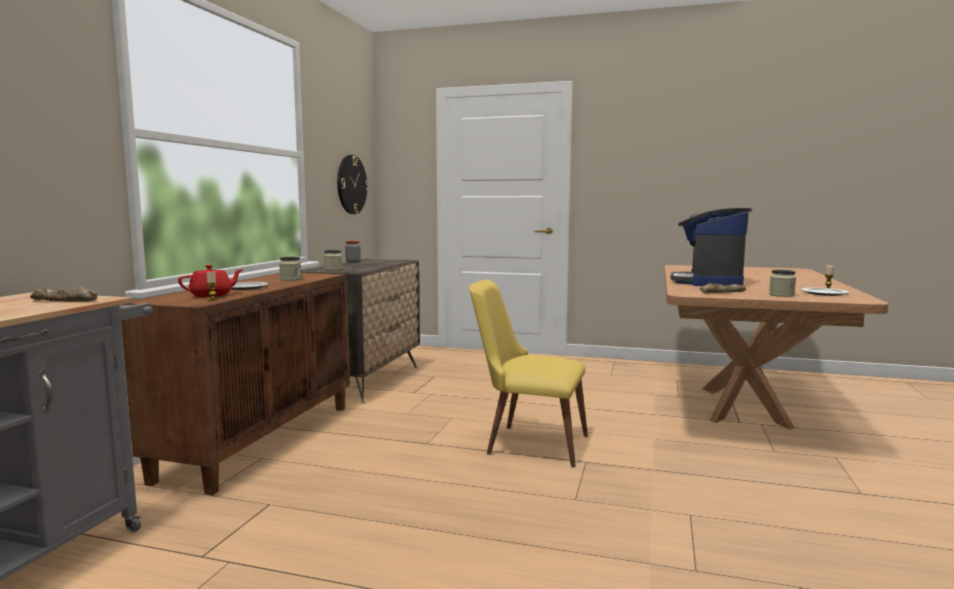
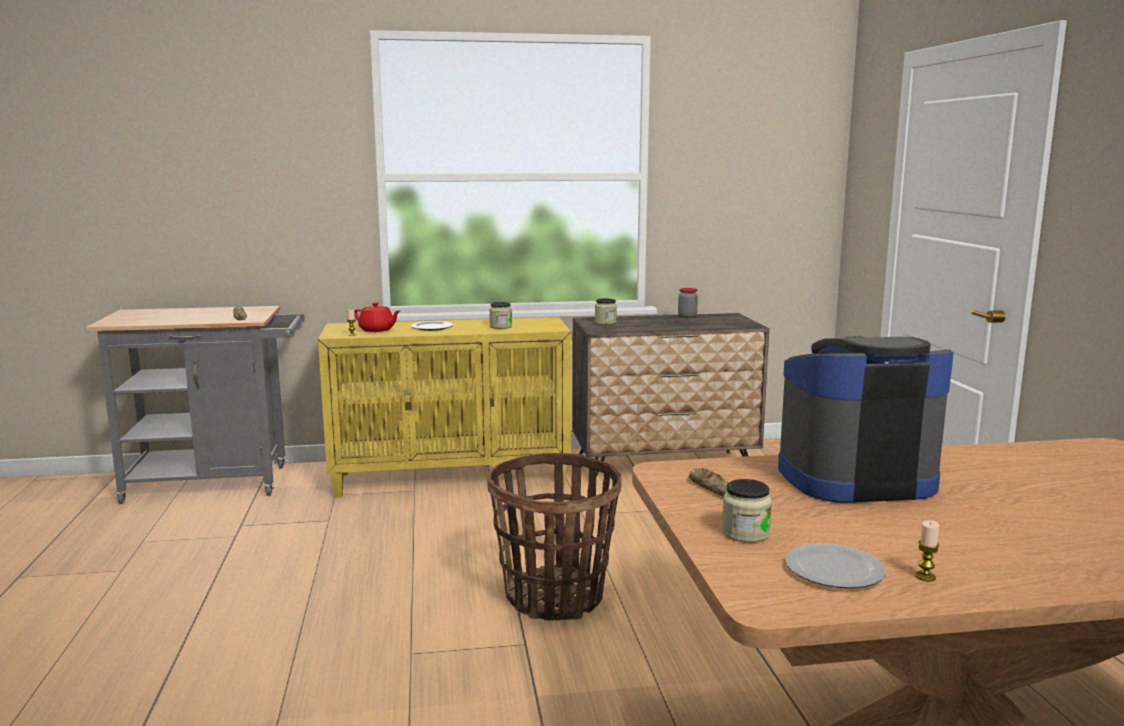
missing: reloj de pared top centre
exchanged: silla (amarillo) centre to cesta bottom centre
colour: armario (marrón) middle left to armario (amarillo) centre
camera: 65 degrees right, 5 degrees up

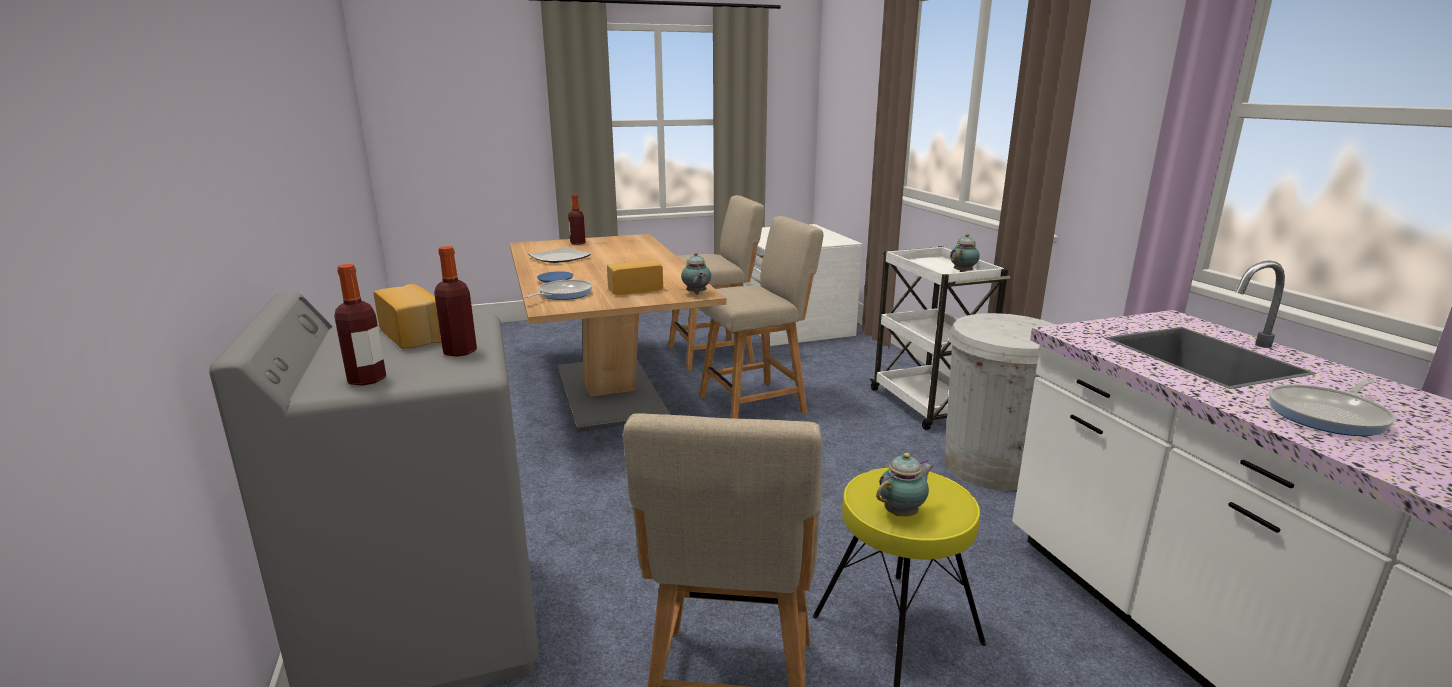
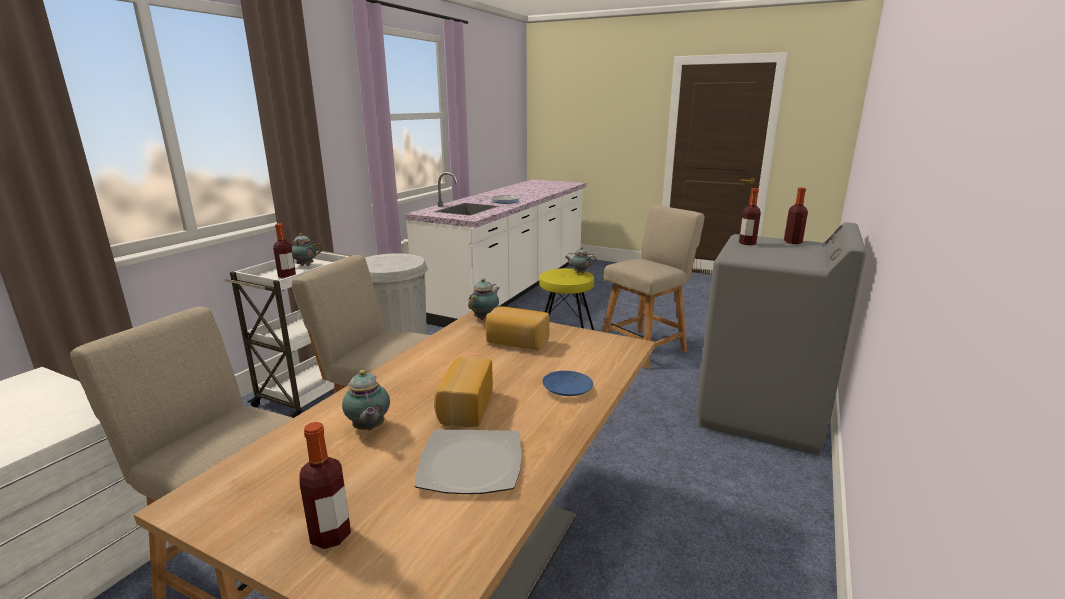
missing: sartén (no. 1 from left) centre
appeared: botella (no. 1 from left) middle left; tetera (no. 2 from left) bottom centre
relocated: pan (no. 1 from left) middle left to centre
camera: 135 degrees left, 0 degrees up

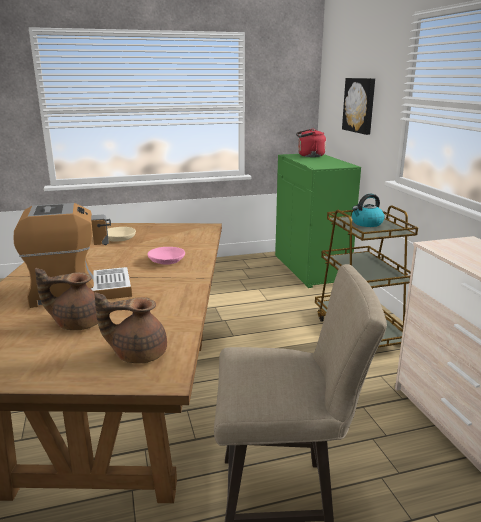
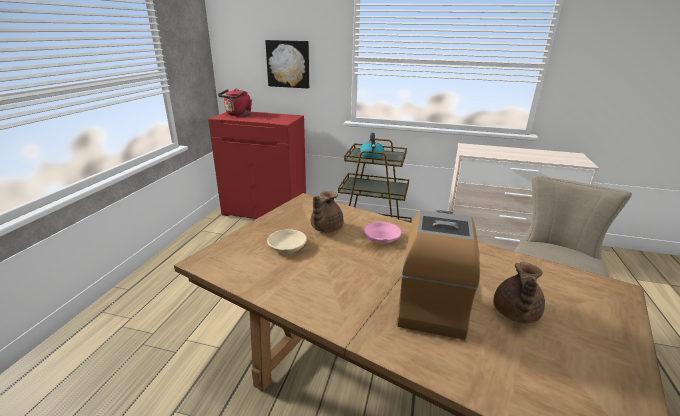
relocated: tetera (marrón) (no. 2 from left in the first image) middle left to tetera (marrón) (no. 1 from left) centre
colour: armario (verde) centre to armario (rojo) centre
camera: 60 degrees left, 5 degrees up

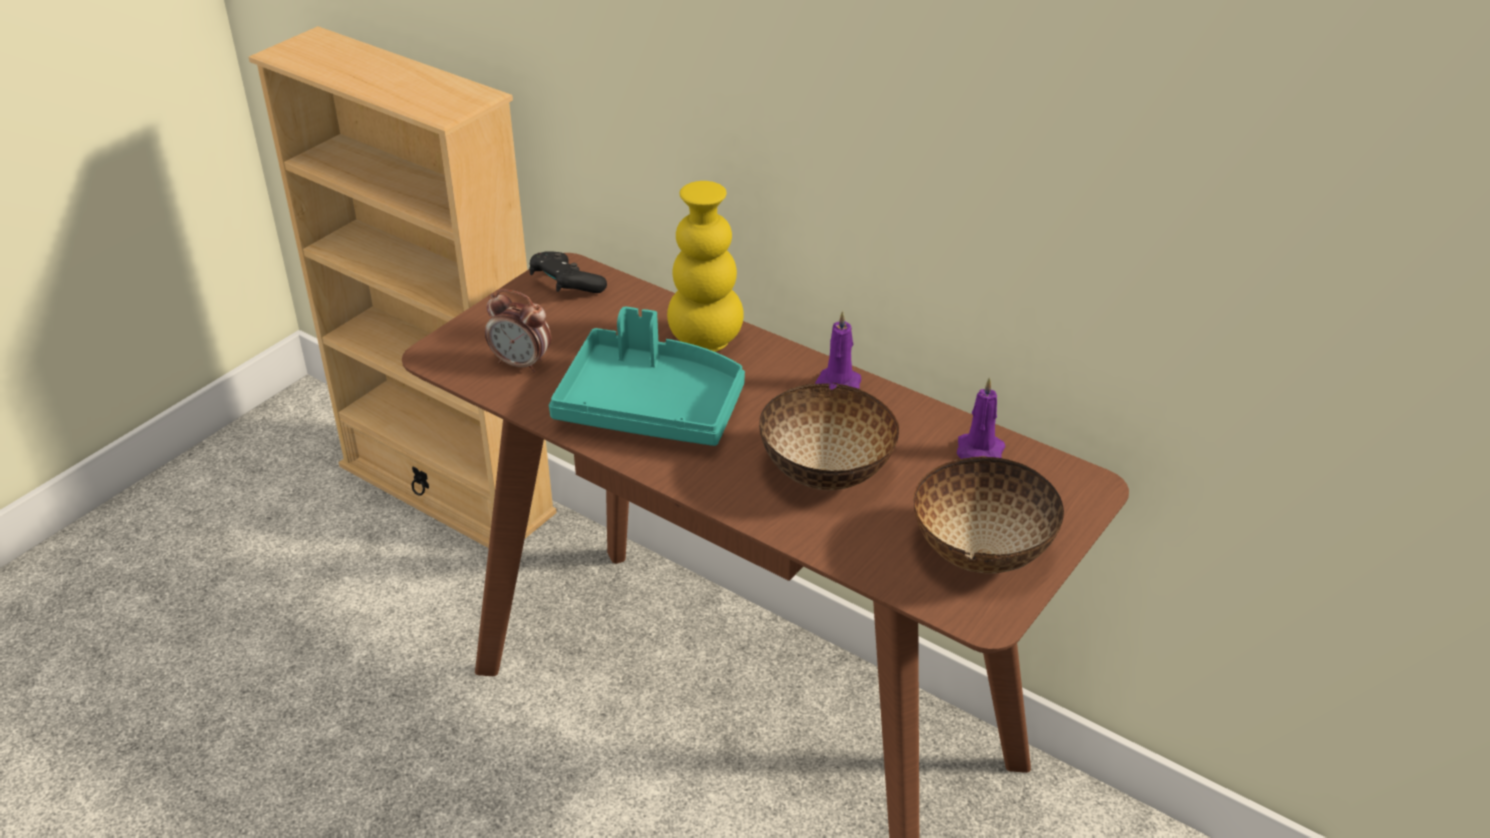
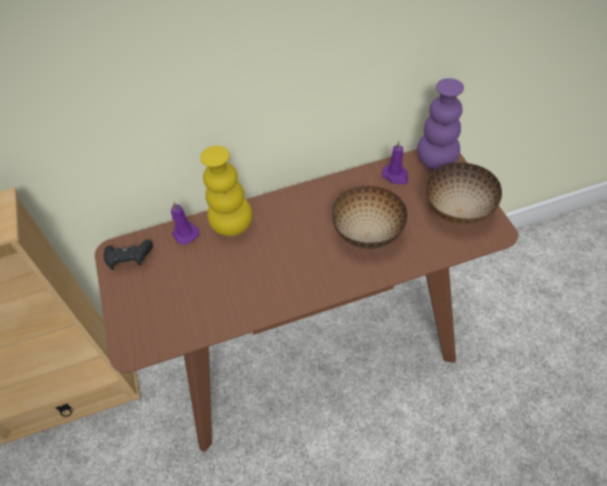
missing: despertador centre; bandeja (turquesa) centre
appeared: florero (morado) top right
relocated: vela (morado) (no. 1 from left) centre to middle left
camera: 50 degrees left, 15 degrees up

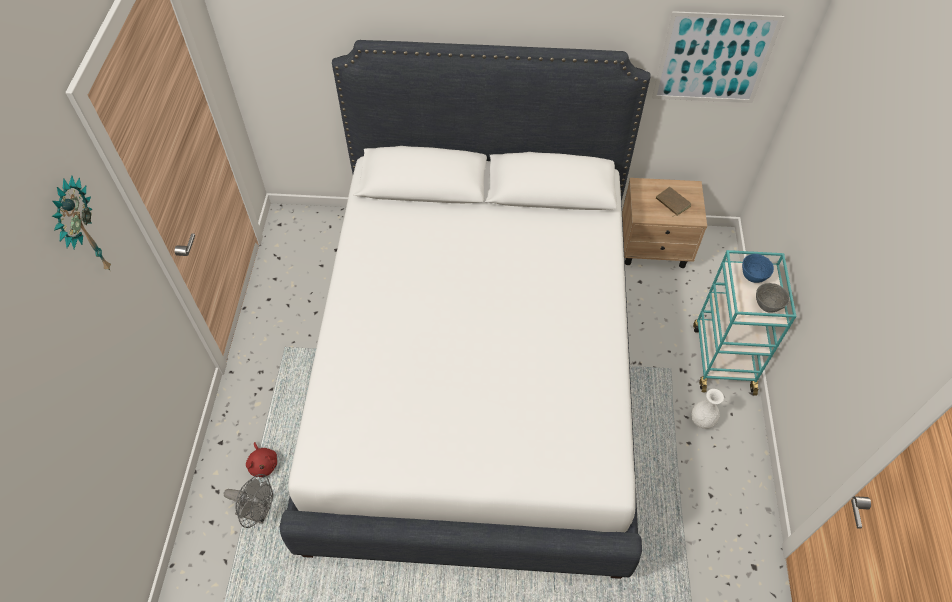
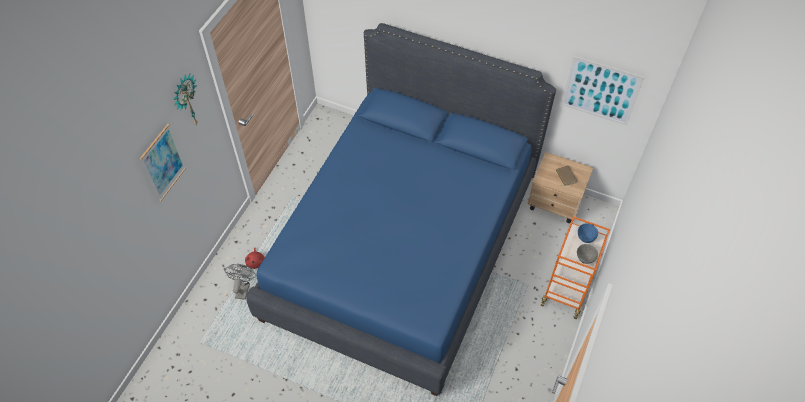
missing: florero (blanco) bottom right
appeared: cuadro (no. 1 from left) middle left
colour: cama (blanco) centre to cama (azul) centre; carrito (turquesa) middle right to carrito (naranja) middle right
spun: ventilador (gris) bottom left = bottom left 120 degrees counterclockwise
camera: 20 degrees right, 0 degrees up

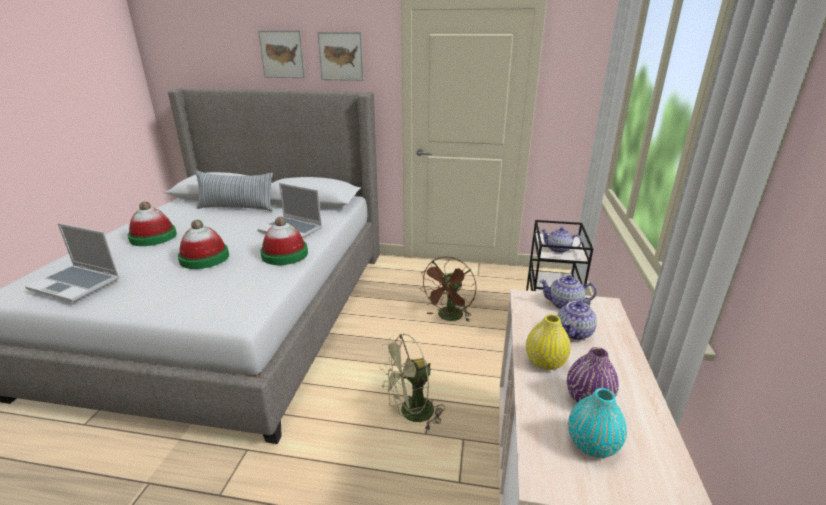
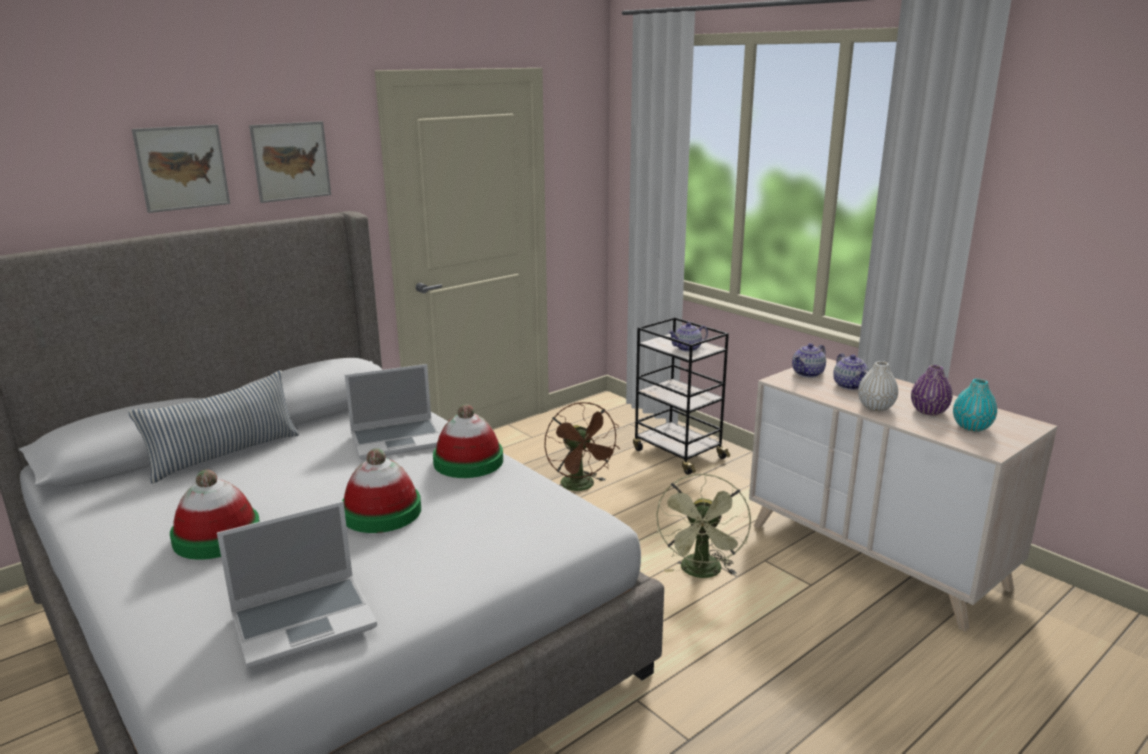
colour: florero (amarillo) bottom centre to florero (blanco) middle right
camera: 50 degrees left, 5 degrees down

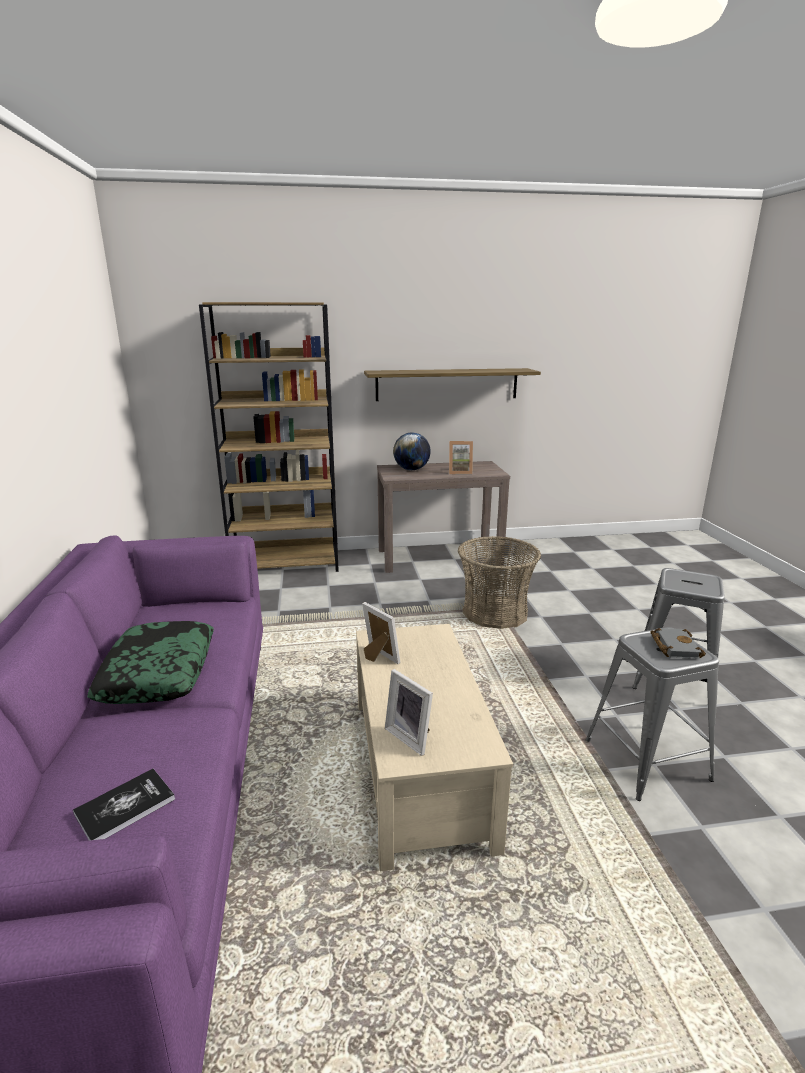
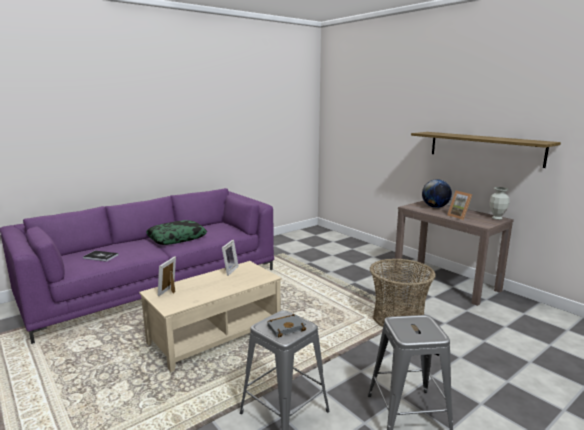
missing: estantería (marrón) centre
appeared: florero middle right
camera: 60 degrees right, 5 degrees down

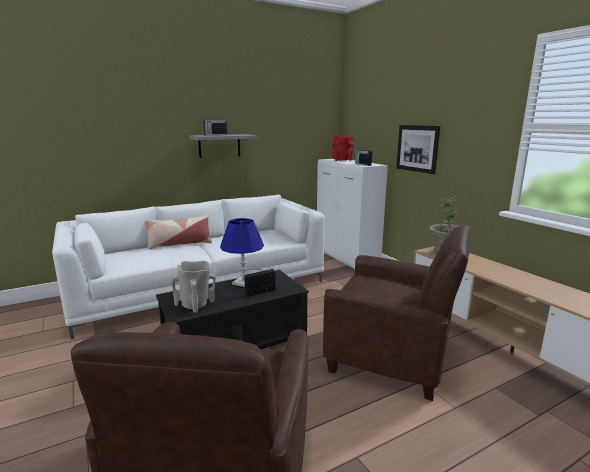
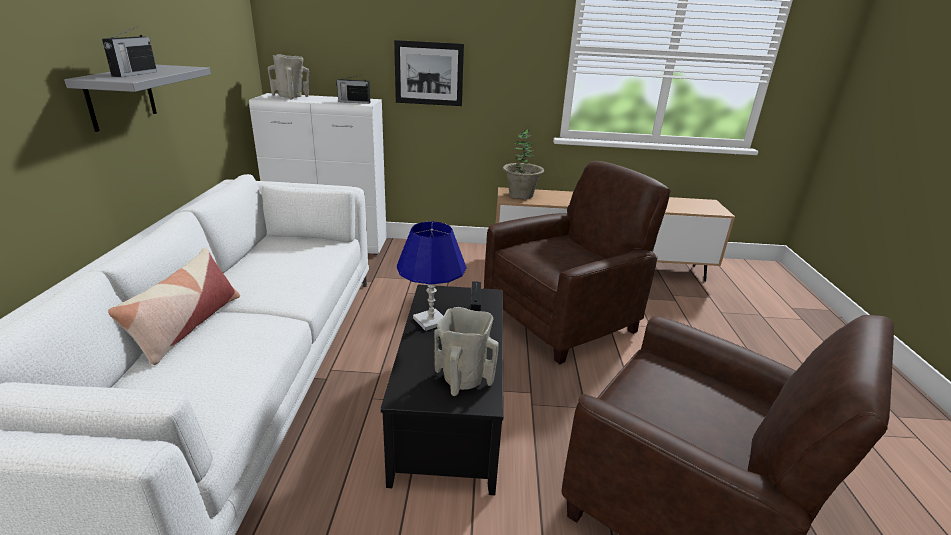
colour: florero (rojo) top centre to florero (beis) (no. 1 from left) top left
camera: 60 degrees left, 10 degrees up

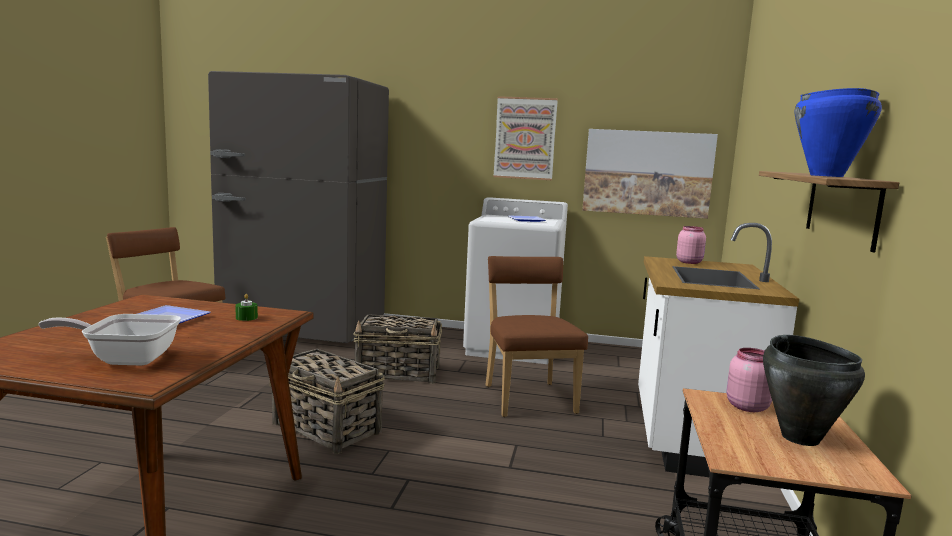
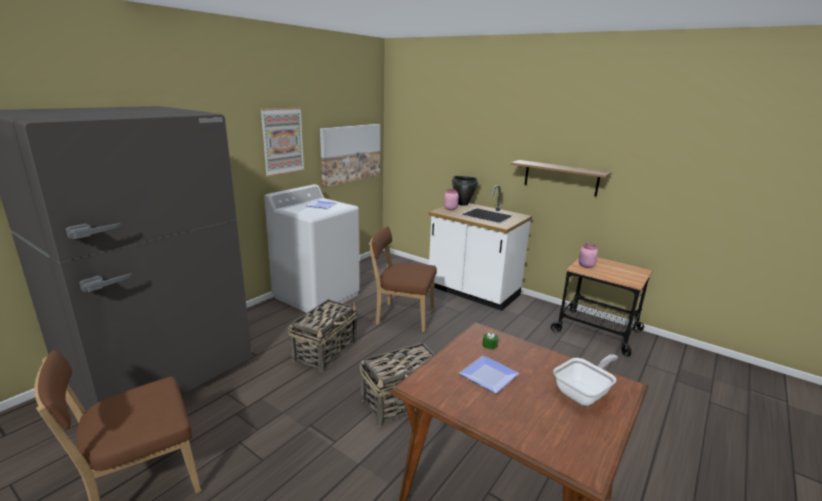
missing: olla (azul) top right
relocated: olla (negro) bottom right to centre
spun: sartén middle left = bottom right 150 degrees counterclockwise
camera: 65 degrees left, 10 degrees up

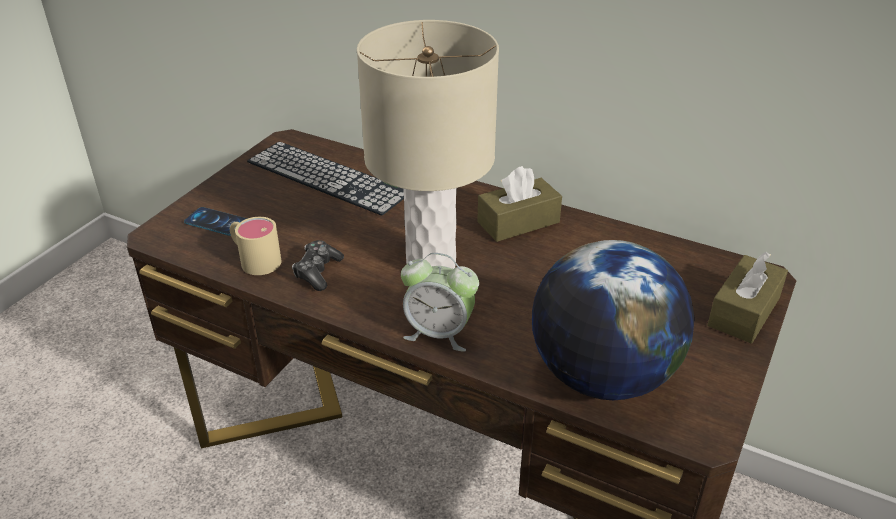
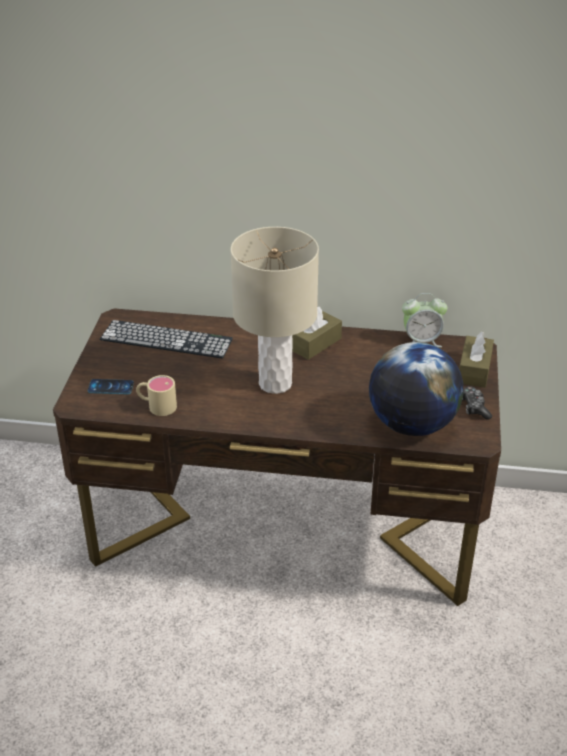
relocated: mando de consola centre to middle right; despertador centre to middle right
camera: 20 degrees left, 0 degrees up

